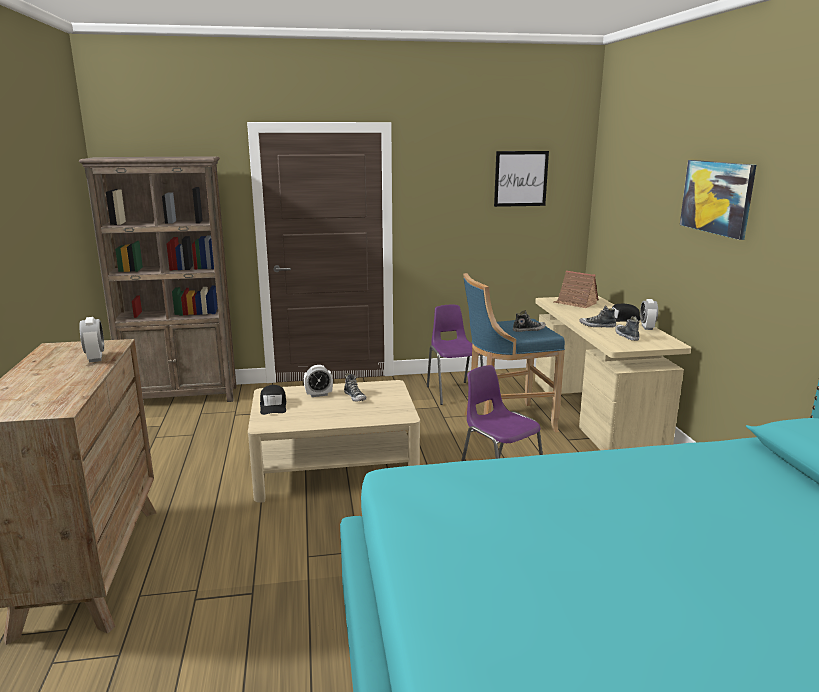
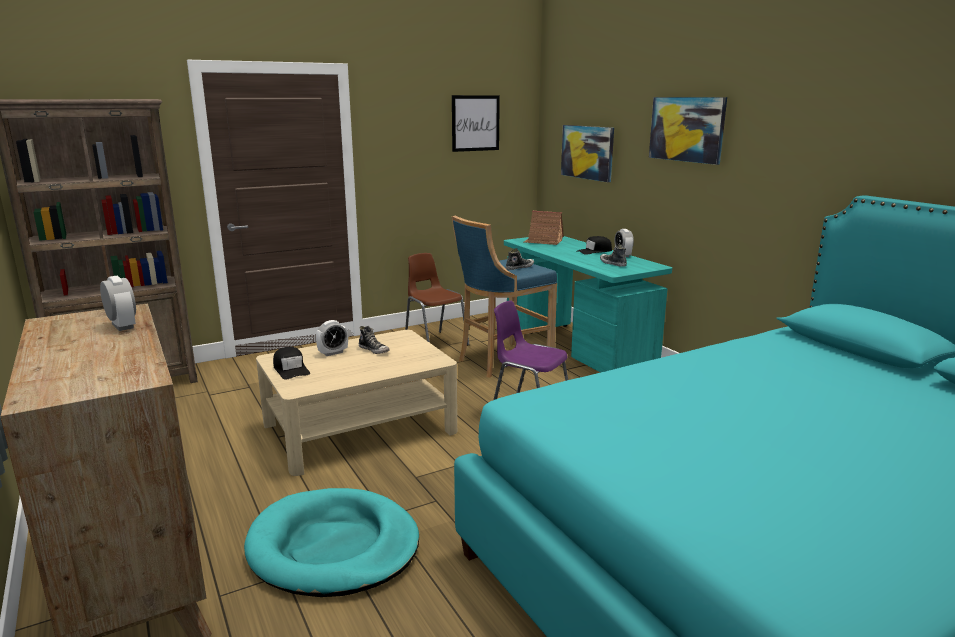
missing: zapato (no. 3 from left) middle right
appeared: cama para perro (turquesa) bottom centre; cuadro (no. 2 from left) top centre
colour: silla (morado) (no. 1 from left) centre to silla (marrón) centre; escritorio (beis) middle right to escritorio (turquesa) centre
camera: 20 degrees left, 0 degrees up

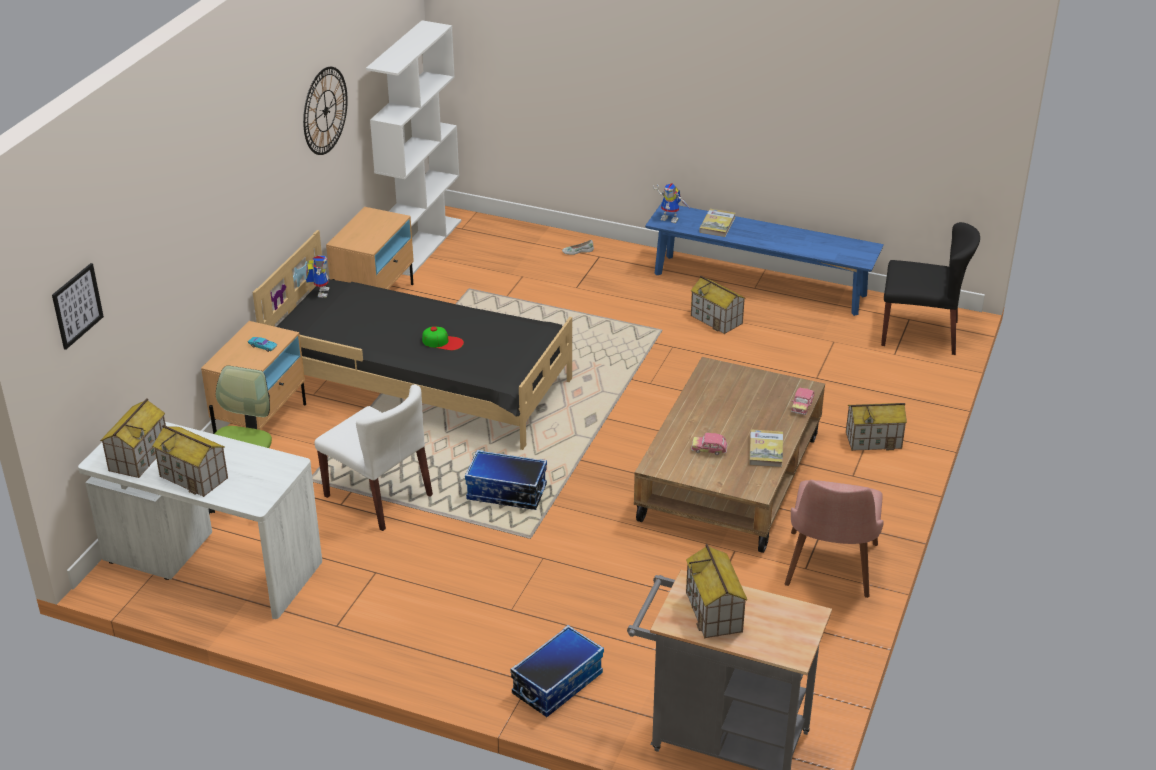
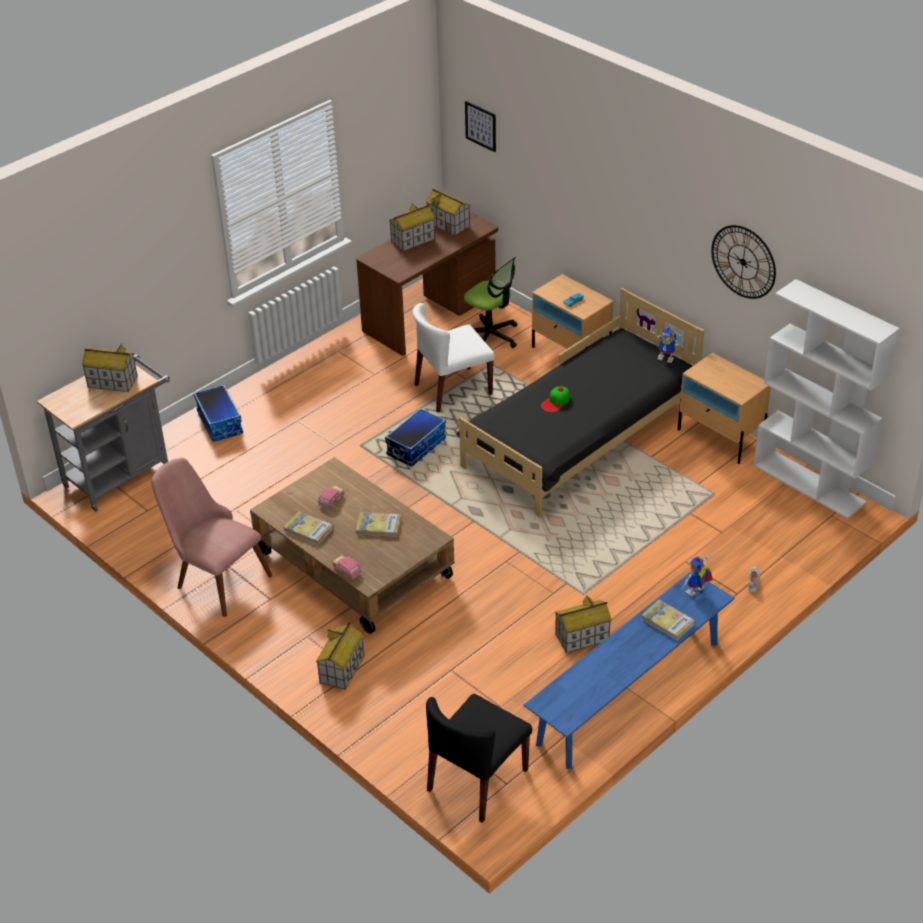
appeared: libro (no. 2 from left) centre
colour: escritorio (blanco) bottom left to escritorio (marrón) top centre
camera: 115 degrees right, 5 degrees up

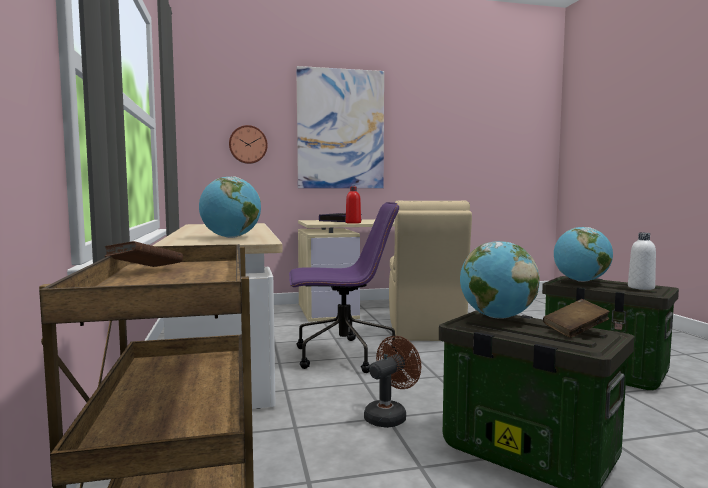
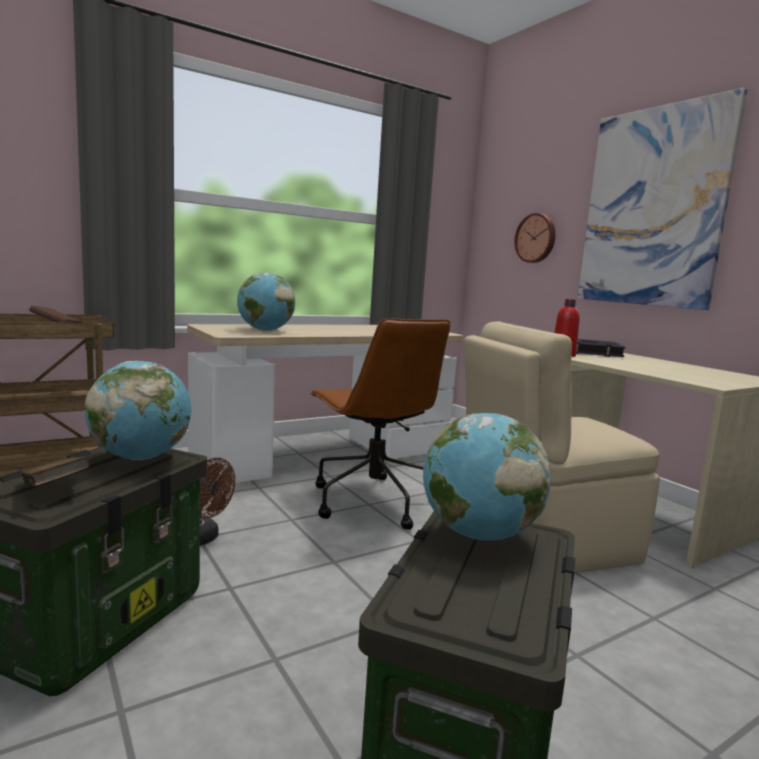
missing: botella (blanco) middle right
colour: silla de oficina (morado) centre to silla de oficina (marrón) centre
camera: 70 degrees right, 5 degrees up

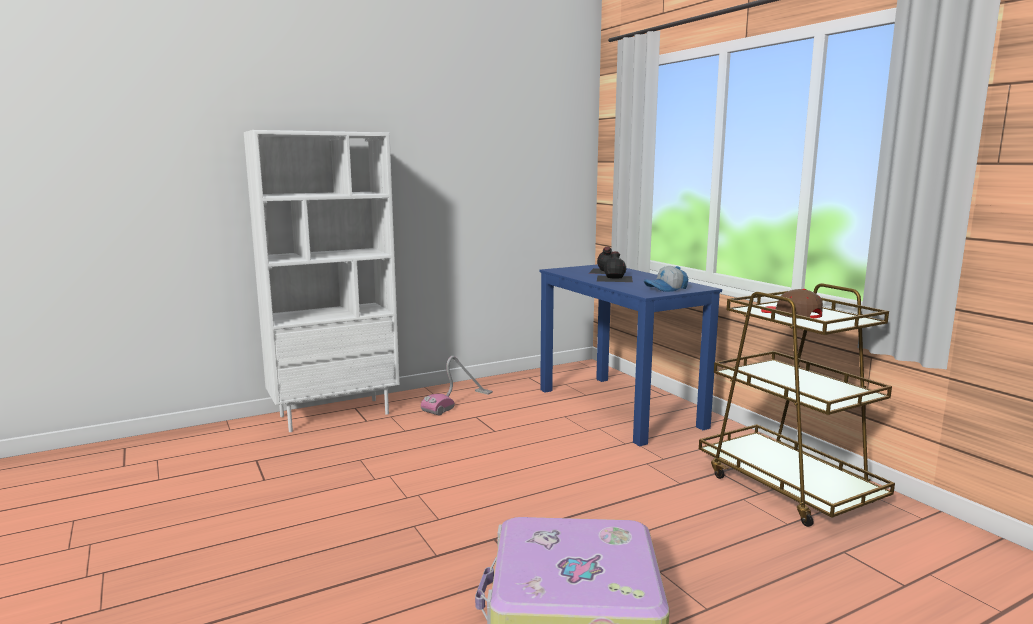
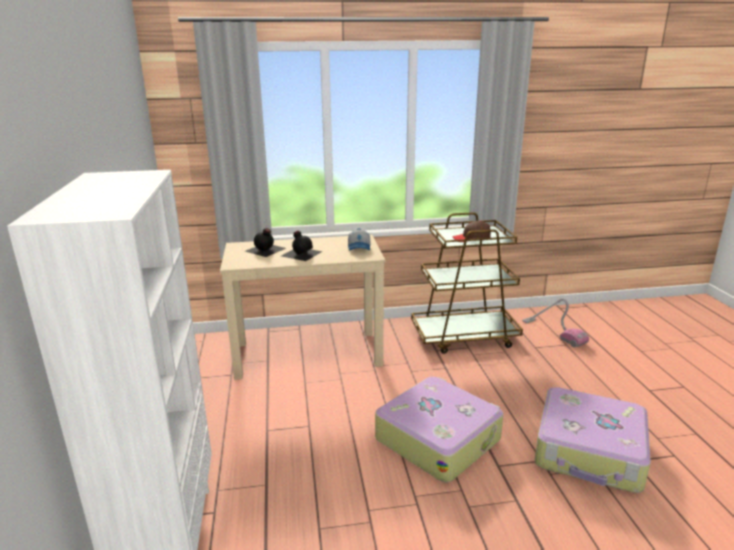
appeared: maleta (no. 1 from left) bottom centre
relocated: aspiradora centre to middle right
colour: escritorio (azul) centre to escritorio (beis) centre
camera: 70 degrees left, 10 degrees up

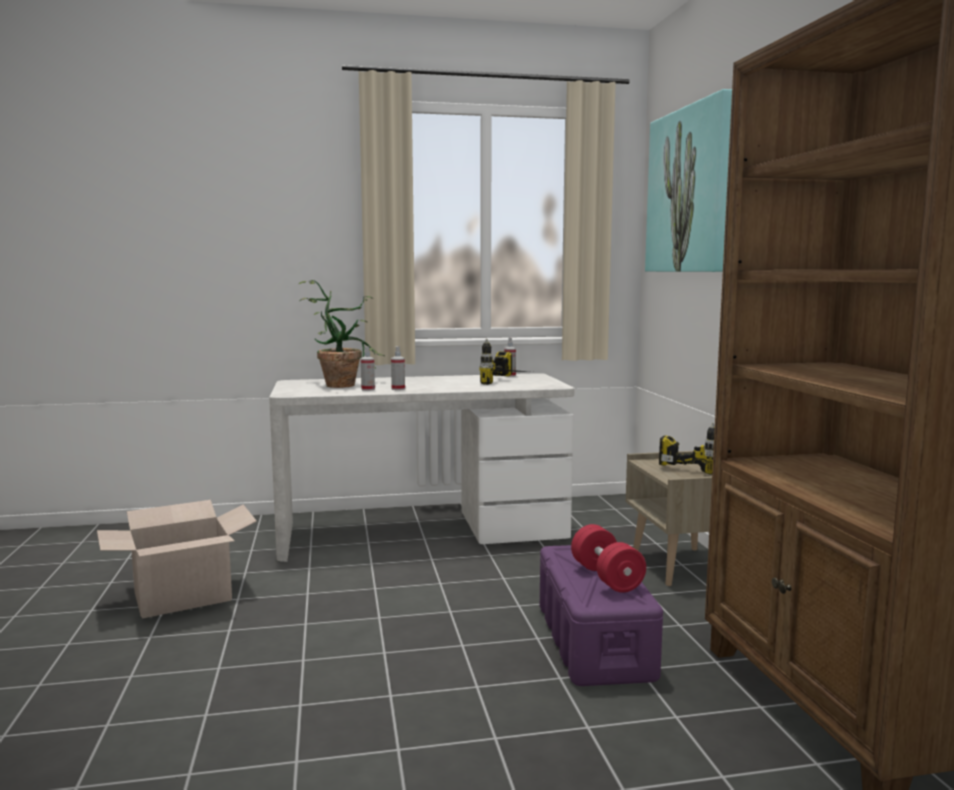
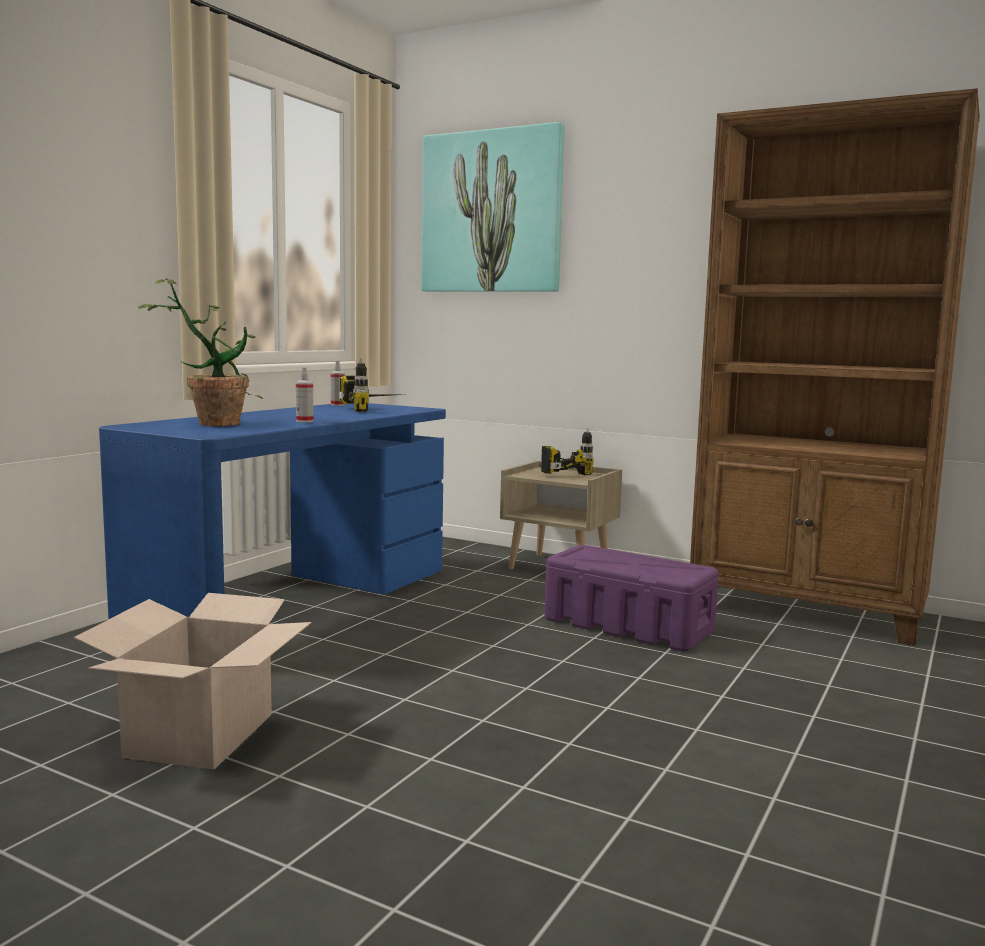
missing: pulverizador (no. 1 from left) centre; mancuerna (rojo) bottom centre
colour: escritorio (blanco) centre to escritorio (azul) middle left
camera: 50 degrees left, 0 degrees up

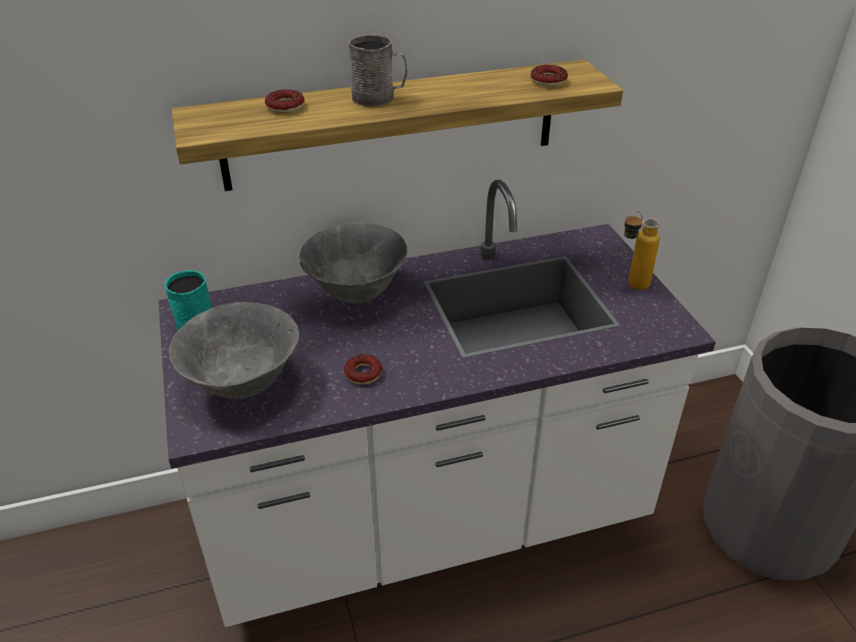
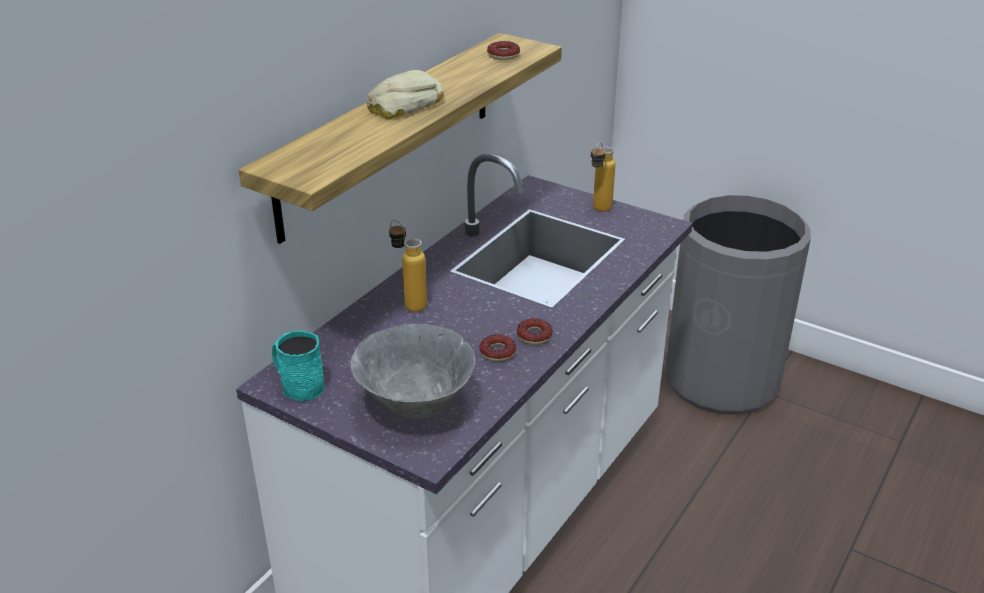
relocated: rosquilla (no. 1 from left in the first image) top left to rosquilla (no. 3 from left) centre
exchanged: cuenco (gris) (no. 2 from left) centre to botella (no. 1 from left) centre; taza grande (gris) top centre to pan top centre
camera: 40 degrees left, 5 degrees down

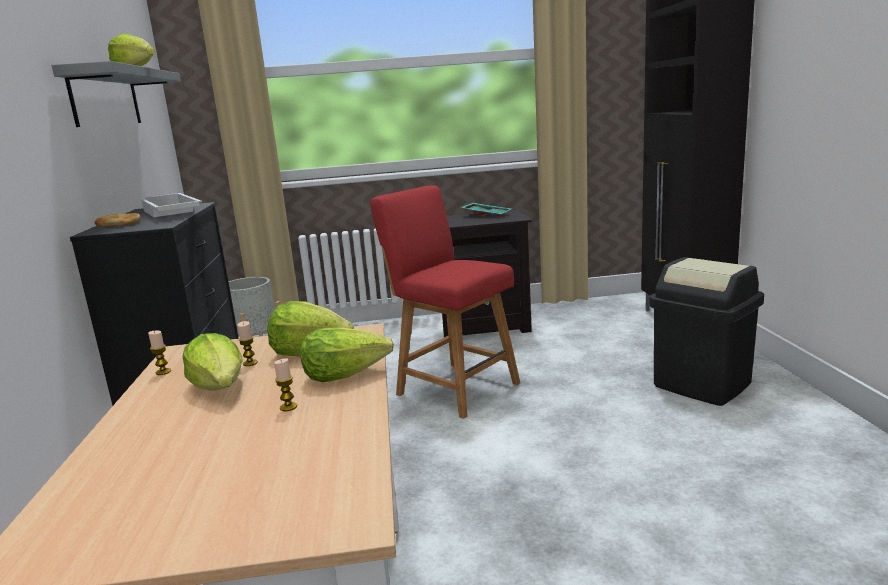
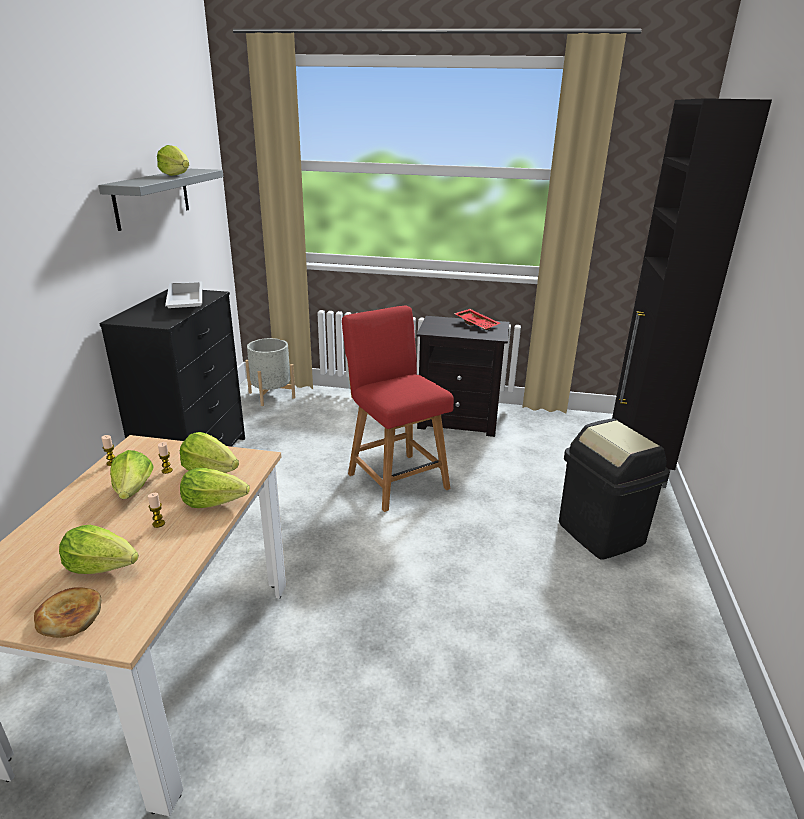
appeared: lechuga (no. 1 from left) bottom left
relocated: pan middle left to bottom left
colour: bandeja (turquesa) centre to bandeja (rojo) centre
camera: 15 degrees right, 10 degrees up

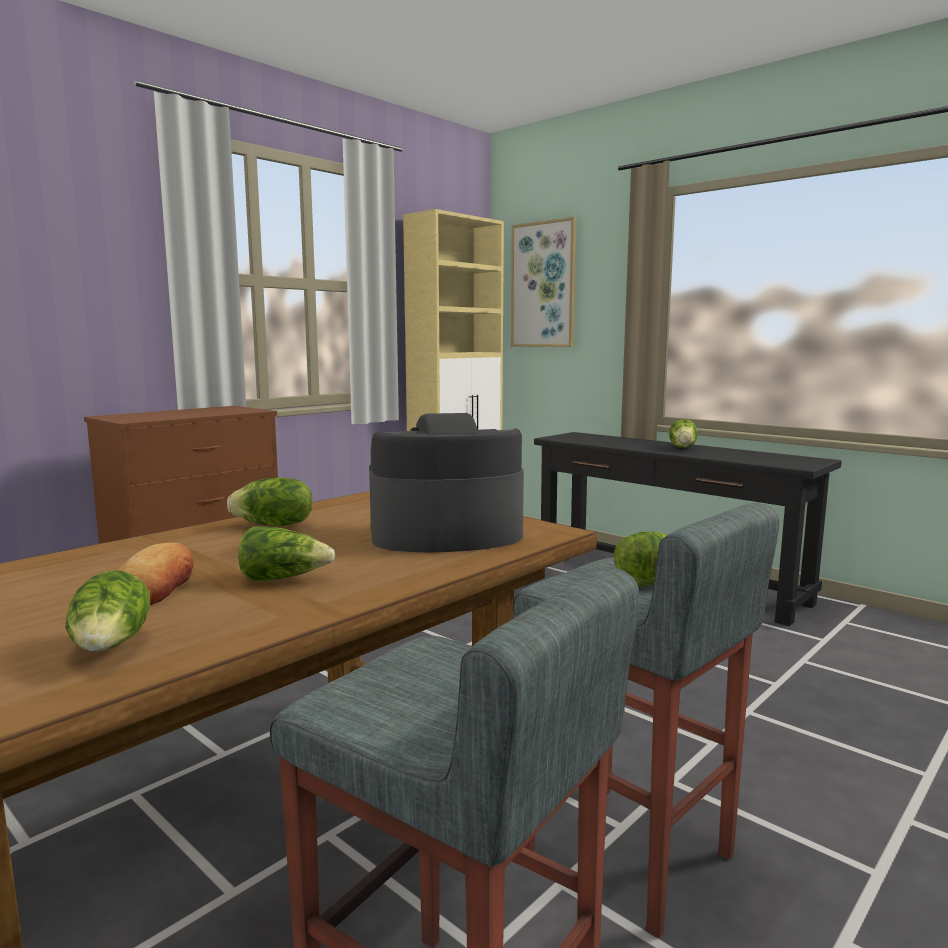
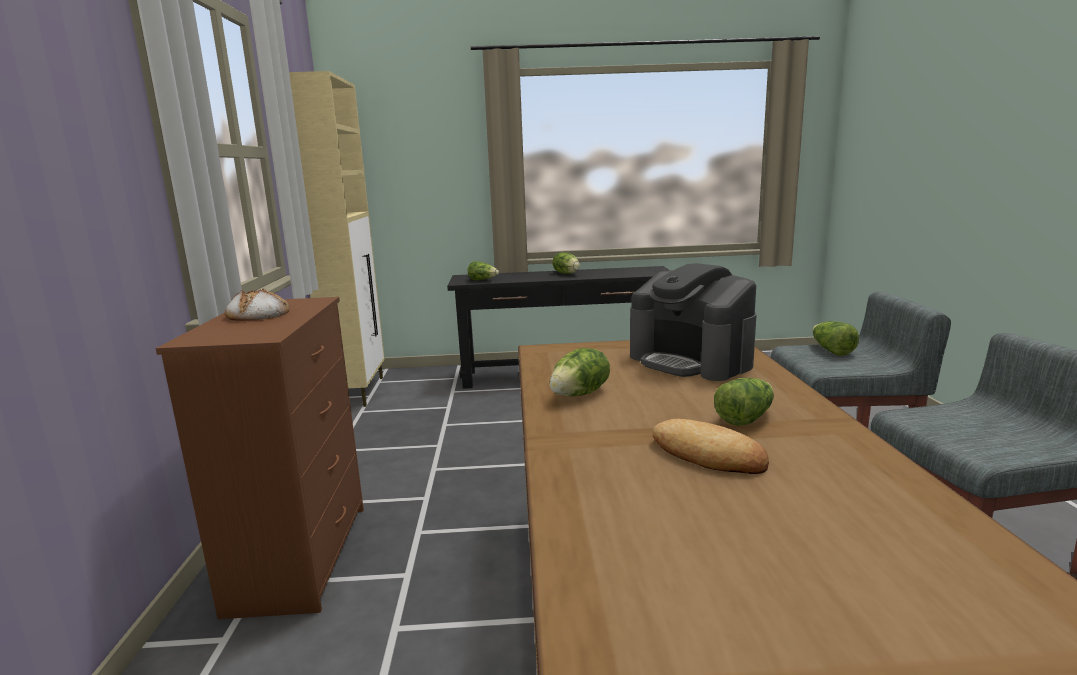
missing: cuadro top centre
appeared: pan (no. 1 from left) middle left
relocated: lechuga (no. 1 from left) middle left to centre
spun: cafetera centre = centre 75 degrees counterclockwise
camera: 45 degrees left, 5 degrees up

